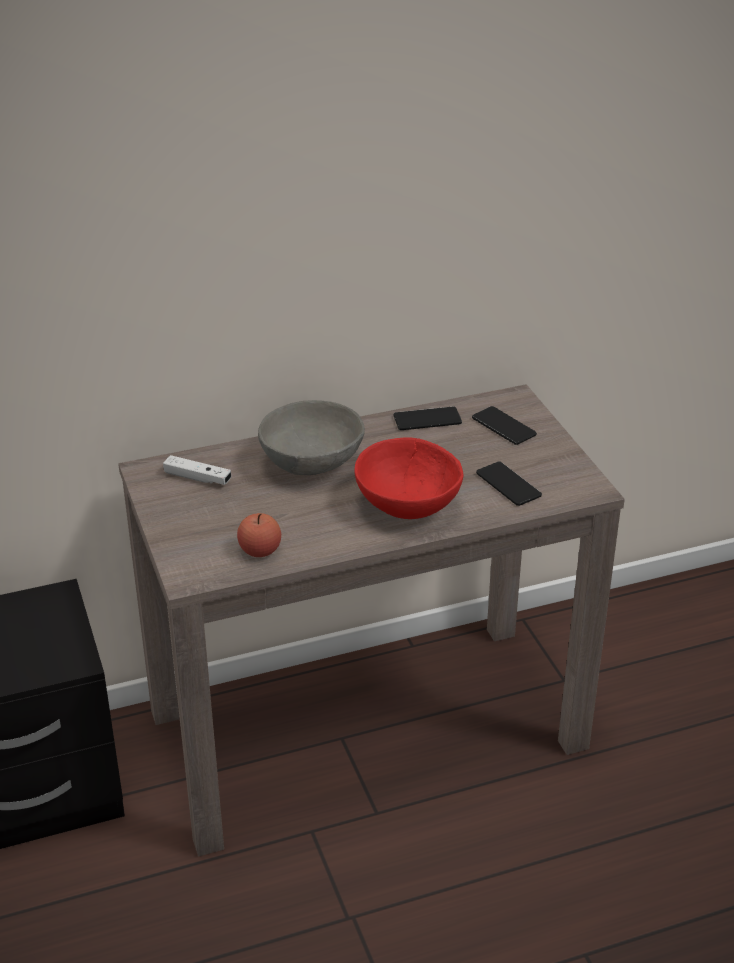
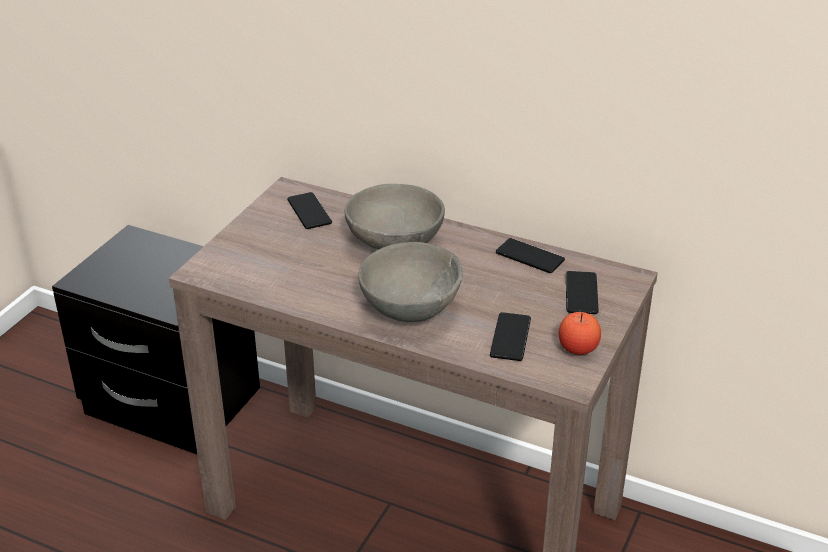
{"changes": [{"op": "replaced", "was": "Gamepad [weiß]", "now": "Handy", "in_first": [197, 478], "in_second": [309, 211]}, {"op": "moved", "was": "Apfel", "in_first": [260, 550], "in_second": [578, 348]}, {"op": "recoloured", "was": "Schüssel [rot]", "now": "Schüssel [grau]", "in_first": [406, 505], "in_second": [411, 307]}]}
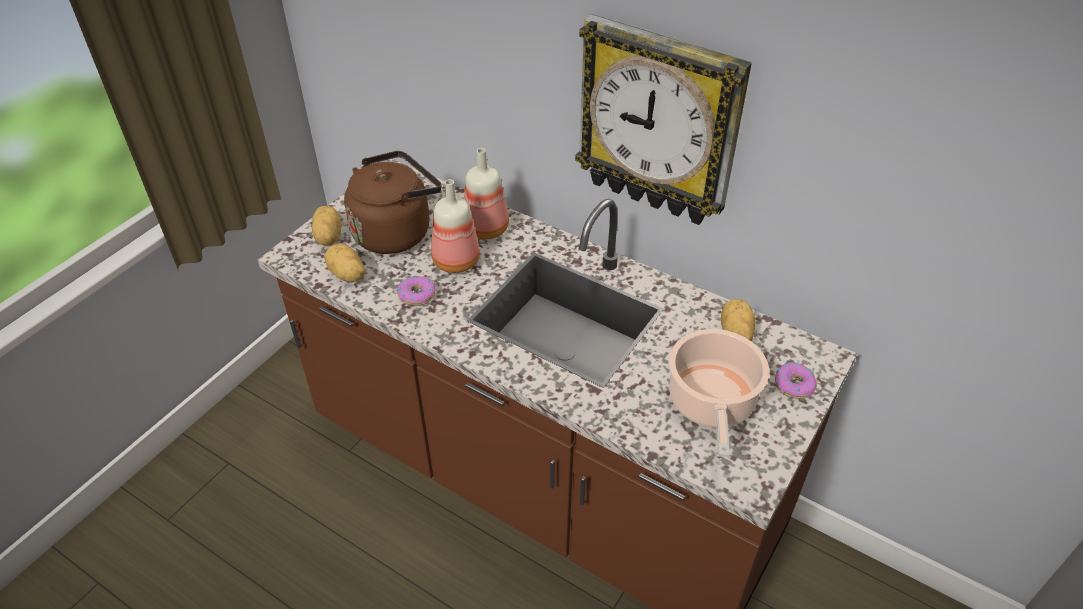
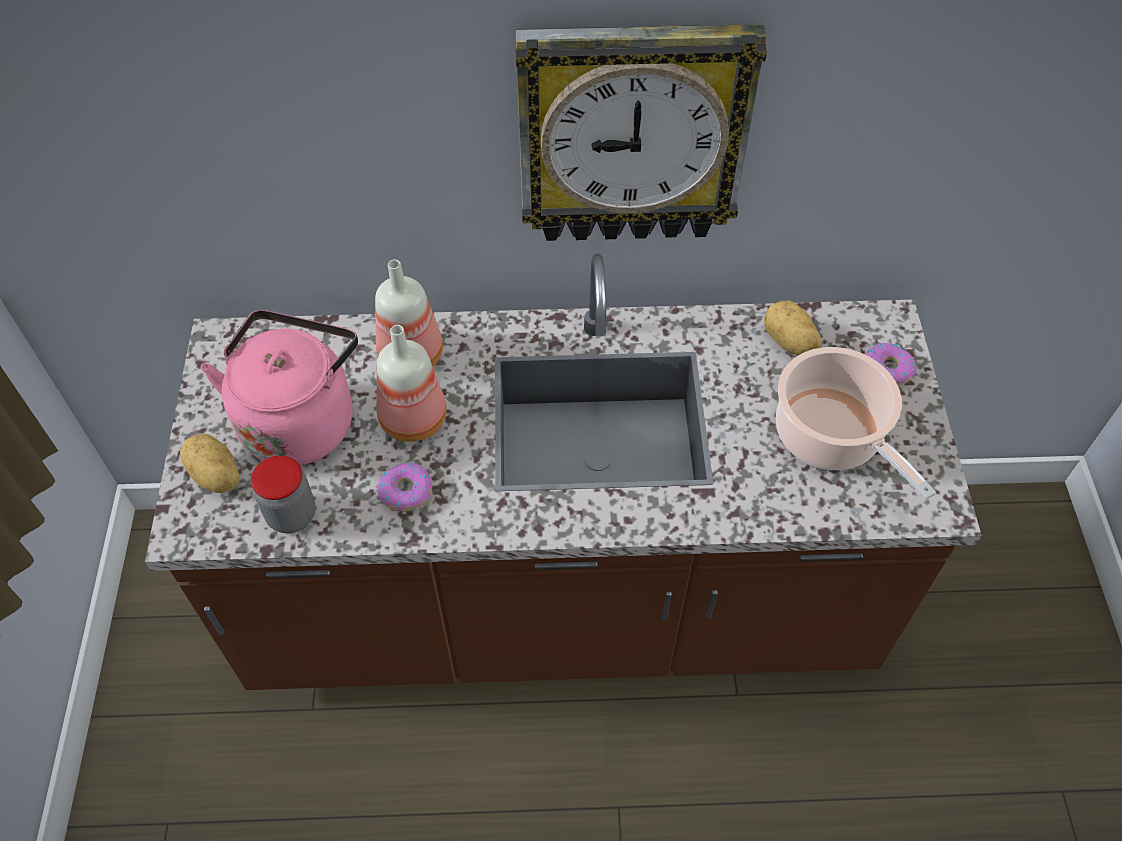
{"changes": [{"op": "replaced", "was": "Kartoffel", "now": "Vorratsglas", "in_first": [347, 275], "in_second": [291, 515]}, {"op": "recoloured", "was": "Wasserkessel [braun]", "now": "Wasserkessel [rosa]", "in_first": [396, 231], "in_second": [300, 419]}]}
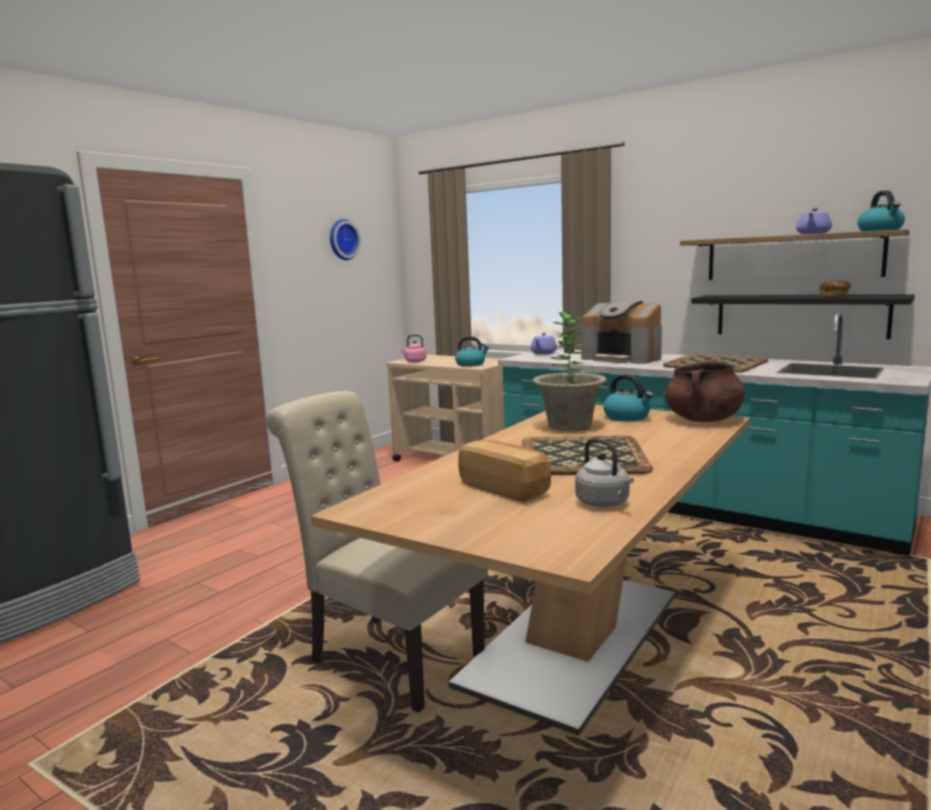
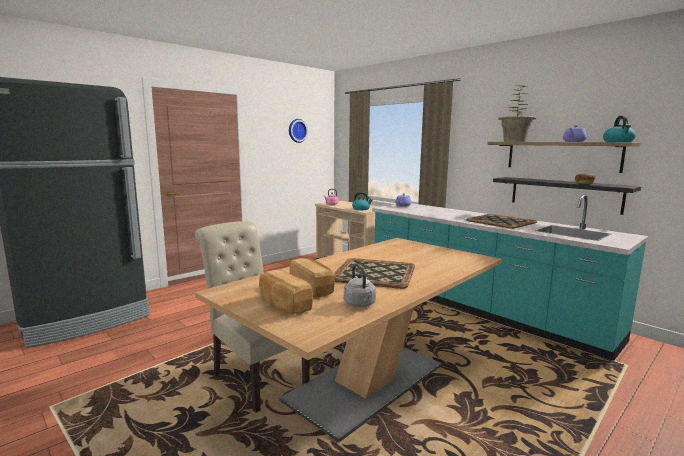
{"changes": [{"op": "moved", "was": "Topfpflanze", "in_first": [569, 426], "in_second": [514, 141]}, {"op": "removed", "was": "Kaffeemaschine", "in_first": [622, 358]}, {"op": "removed", "was": "Wasserkessel", "in_first": [627, 417]}, {"op": "removed", "was": "Kochtopf [braun]", "in_first": [703, 420]}, {"op": "added", "now": "Brot", "in_second": [283, 304]}]}
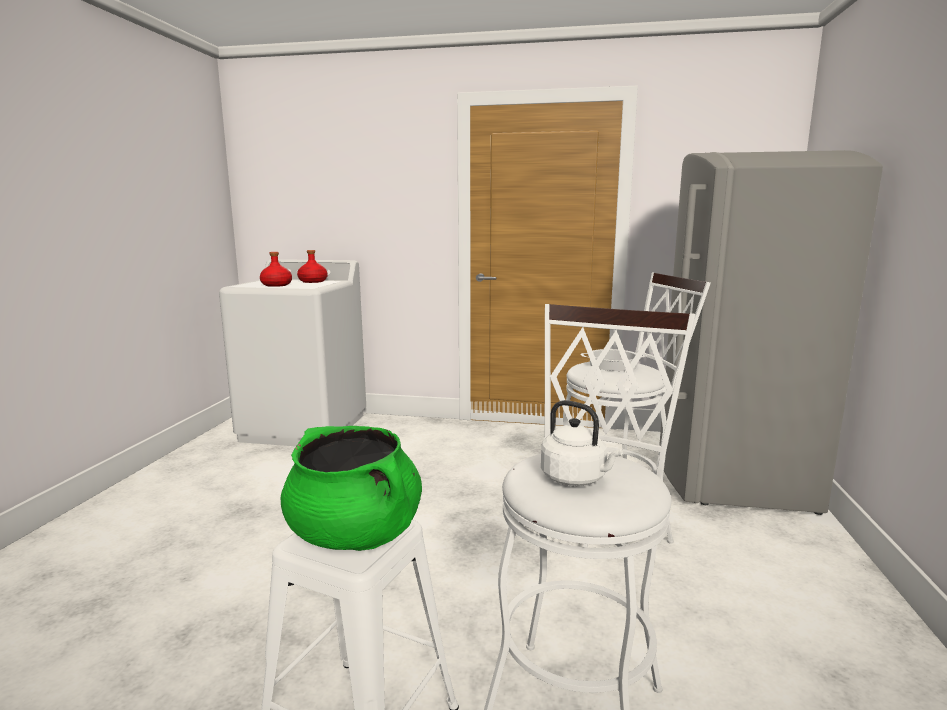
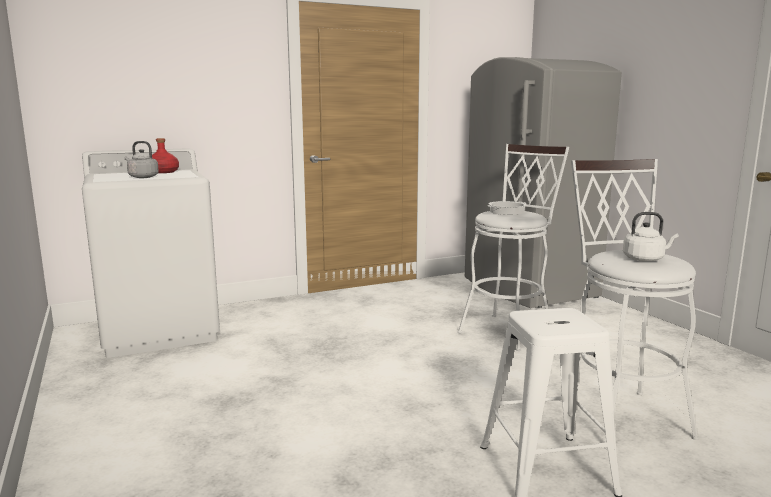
{"changes": [{"op": "replaced", "was": "Flasche [rot]", "now": "Wasserkessel [grau]", "in_first": [276, 285], "in_second": [142, 177]}, {"op": "removed", "was": "Kochtopf [grün]", "in_first": [356, 535]}]}
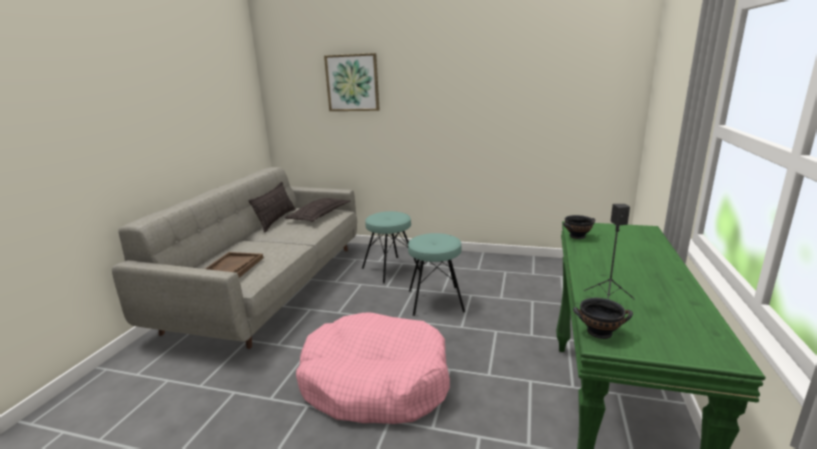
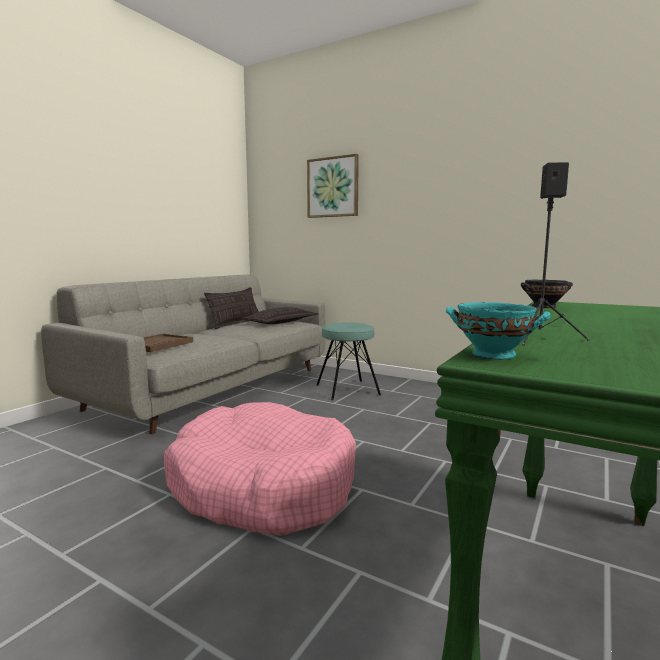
{"changes": [{"op": "removed", "was": "Hocker [türkis]", "in_first": [435, 301]}, {"op": "recoloured", "was": "Schüssel [schwarz]", "now": "Schüssel [türkis]", "in_first": [600, 332], "in_second": [494, 355]}]}
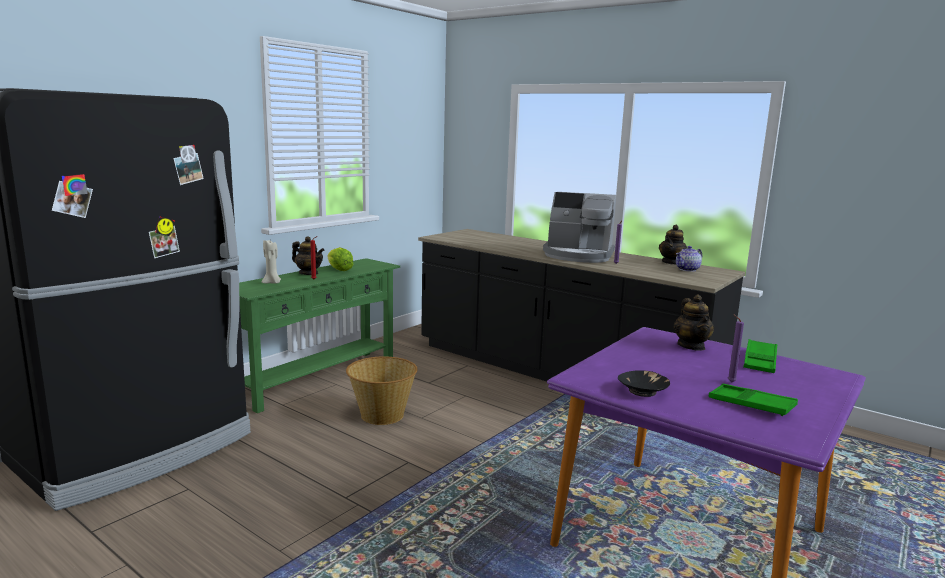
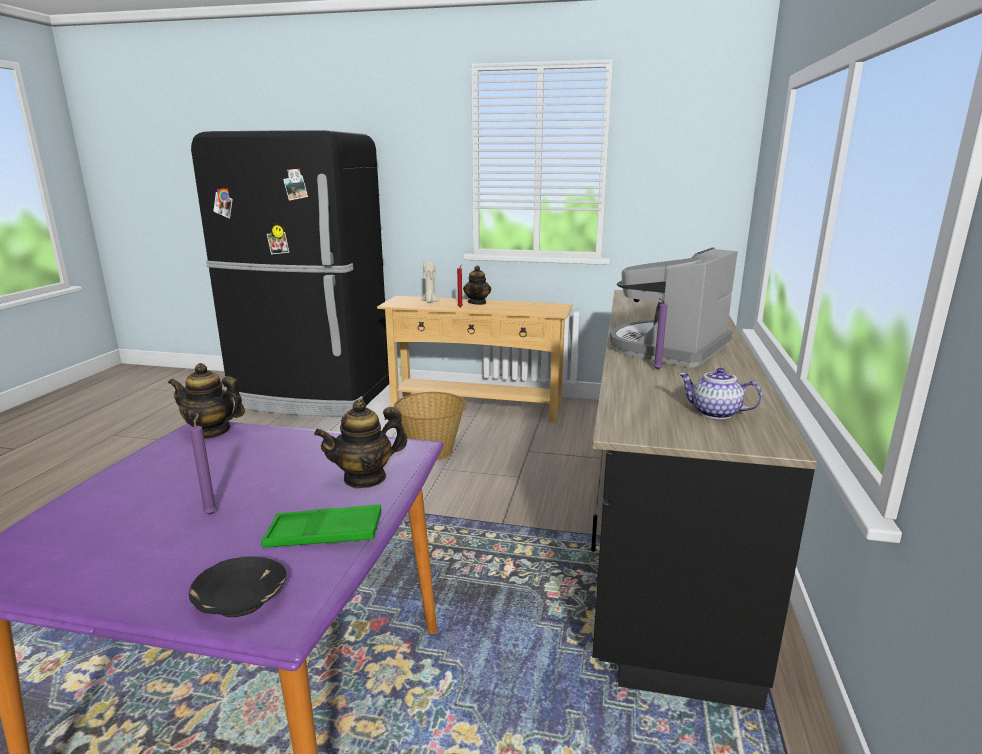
{"changes": [{"op": "recoloured", "was": "Konsolentisch [grün]", "now": "Konsolentisch [beige]", "in_first": [317, 379], "in_second": [476, 407]}, {"op": "removed", "was": "Salatkopf", "in_first": [339, 269]}, {"op": "turned", "was": "Kaffeemaschine", "in_first": [578, 255], "in_second": [668, 348], "clockwise": 45}, {"op": "moved", "was": "Schüssel [schwarz]", "in_first": [643, 391], "in_second": [241, 601]}, {"op": "moved", "was": "Teekanne", "in_first": [672, 262], "in_second": [211, 431]}, {"op": "removed", "was": "Tablett [grün]", "in_first": [751, 405]}]}
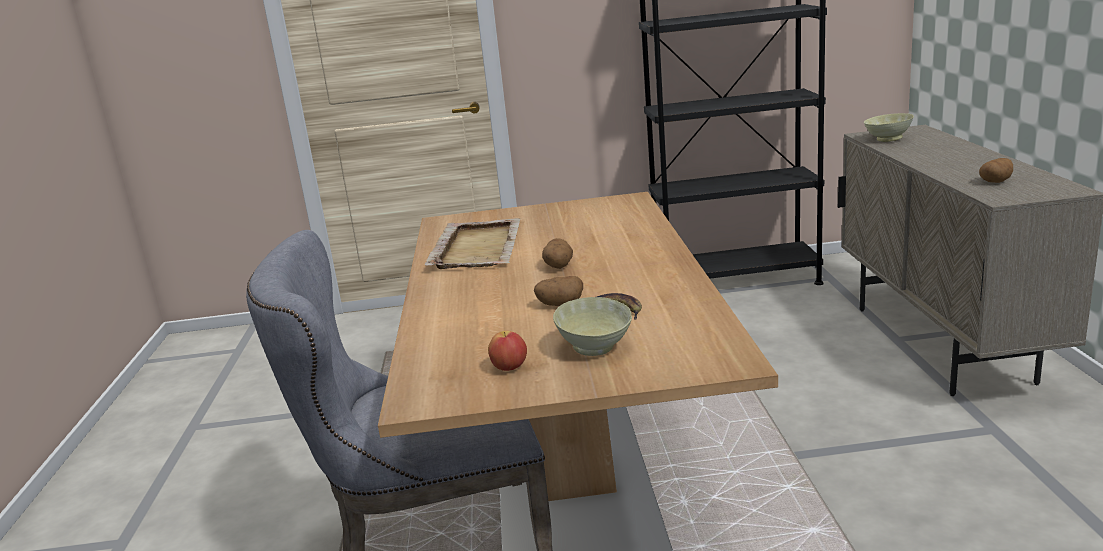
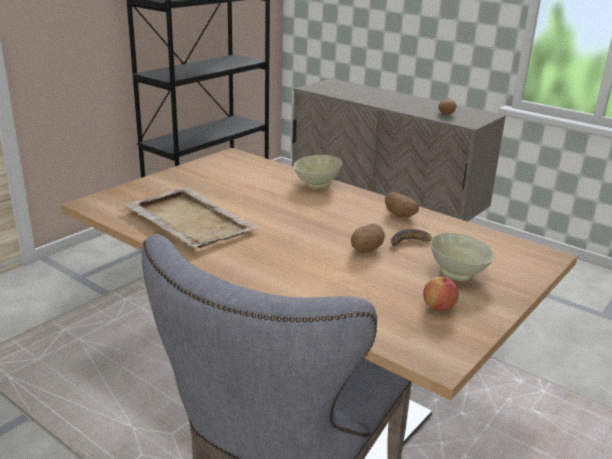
{"changes": [{"op": "moved", "was": "Kartoffel", "in_first": [558, 266], "in_second": [400, 215]}, {"op": "moved", "was": "Schüssel [beige]", "in_first": [887, 139], "in_second": [316, 184]}]}
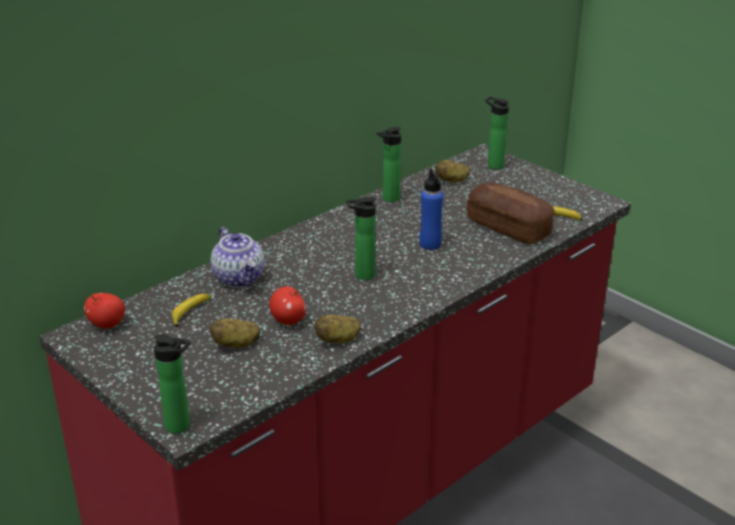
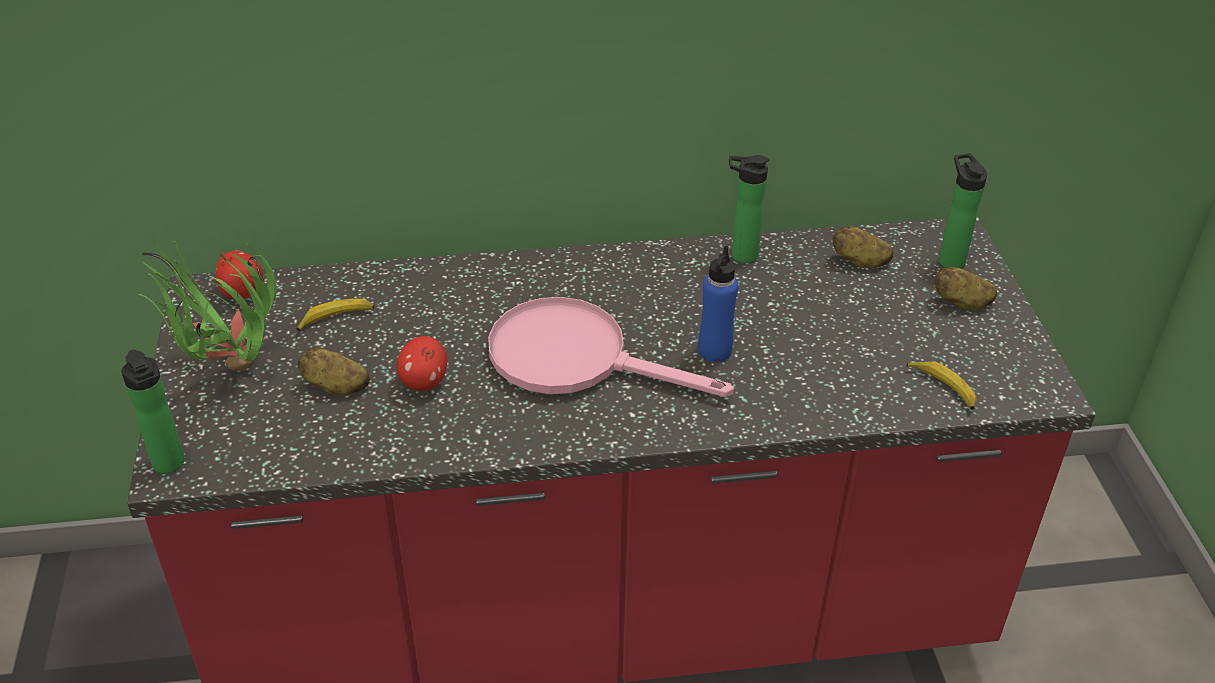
{"changes": [{"op": "removed", "was": "Teekanne", "in_first": [240, 278]}, {"op": "moved", "was": "Kartoffel", "in_first": [338, 340], "in_second": [961, 302]}, {"op": "replaced", "was": "Flasche", "now": "Pfanne [rosa]", "in_first": [361, 275], "in_second": [577, 358]}, {"op": "removed", "was": "Brot", "in_first": [508, 227]}, {"op": "added", "now": "Topfpflanze", "in_second": [227, 374]}]}
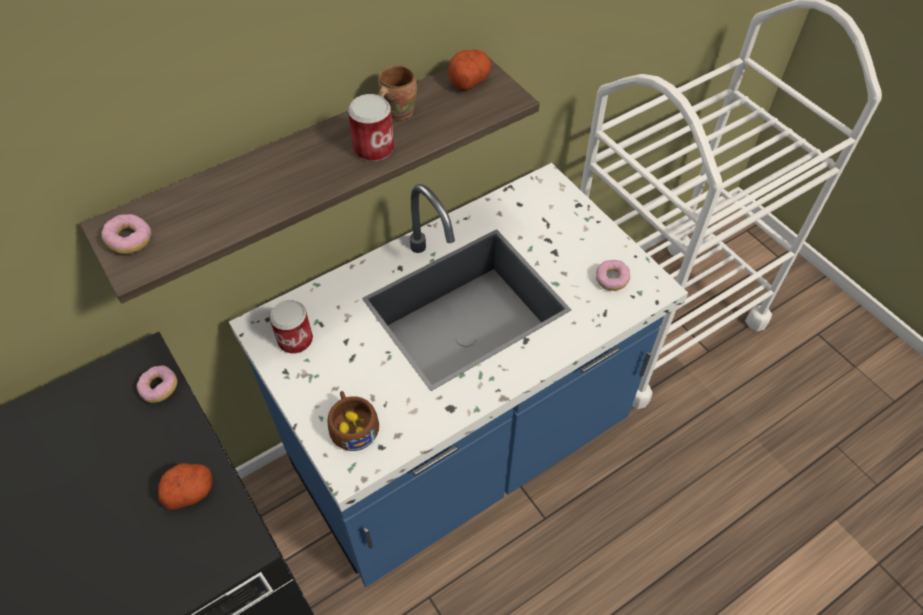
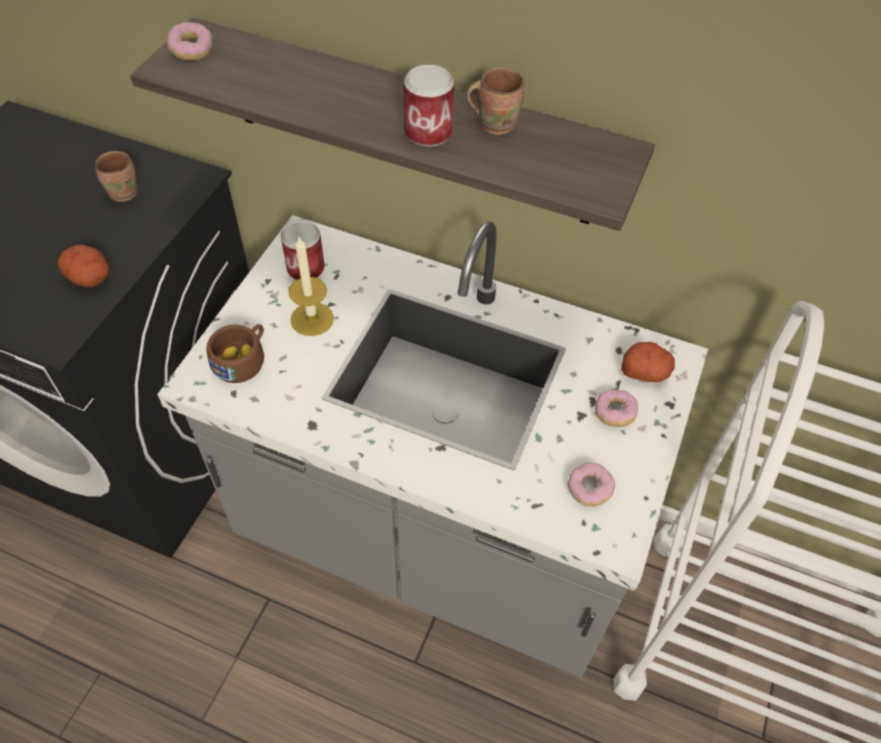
{"changes": [{"op": "moved", "was": "Donut", "in_first": [160, 388], "in_second": [614, 413]}, {"op": "recoloured", "was": "Küchenzeile [blau]", "now": "Küchenzeile [grau]", "in_first": [461, 450], "in_second": [434, 538]}, {"op": "moved", "was": "Kartoffel", "in_first": [469, 80], "in_second": [645, 371]}, {"op": "added", "now": "Henkelbecher [braun]", "in_second": [125, 191]}, {"op": "added", "now": "Kerze", "in_second": [312, 319]}]}
